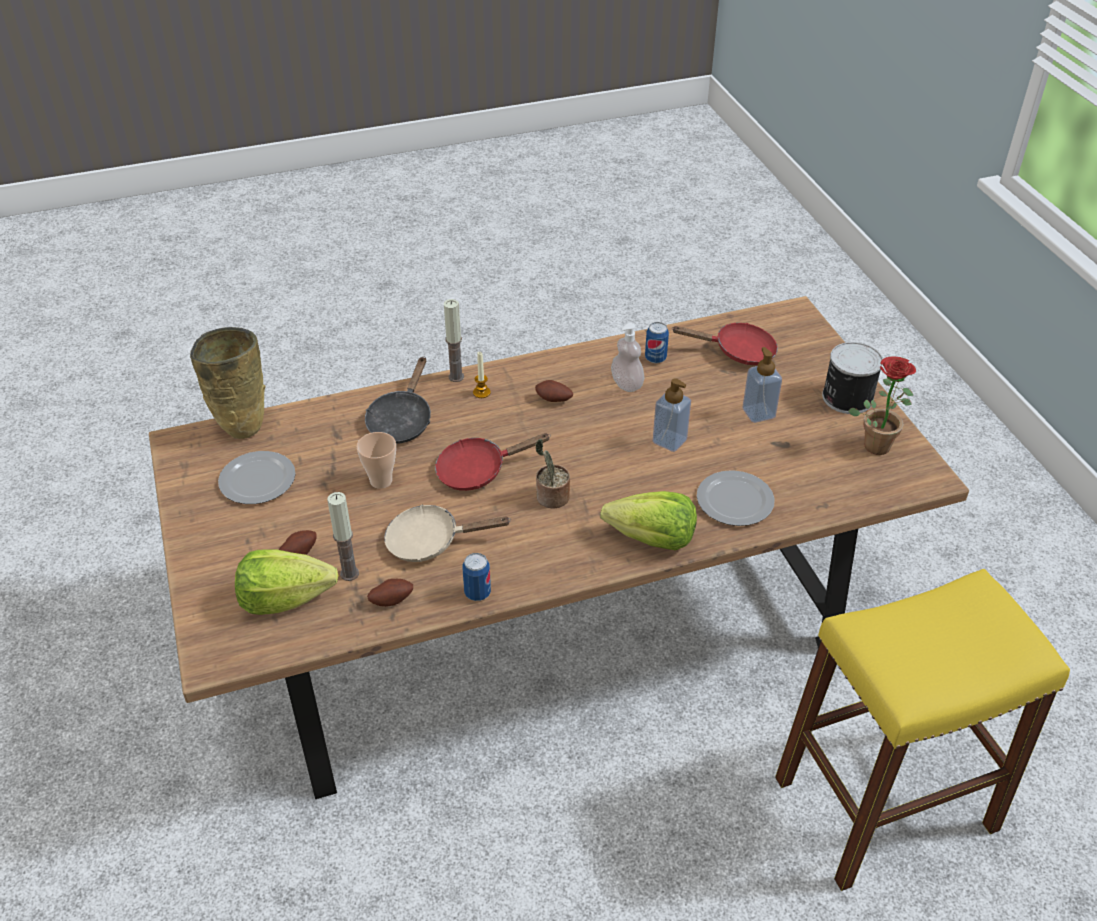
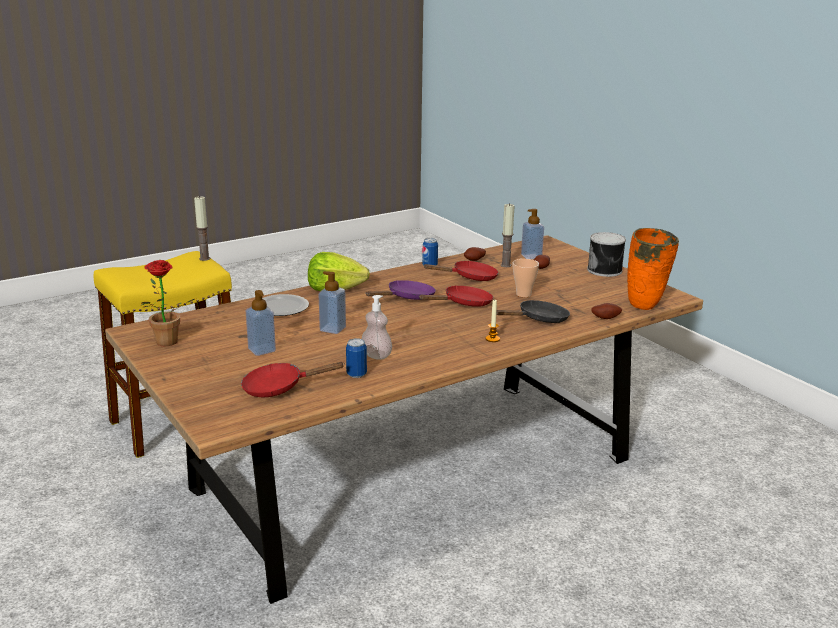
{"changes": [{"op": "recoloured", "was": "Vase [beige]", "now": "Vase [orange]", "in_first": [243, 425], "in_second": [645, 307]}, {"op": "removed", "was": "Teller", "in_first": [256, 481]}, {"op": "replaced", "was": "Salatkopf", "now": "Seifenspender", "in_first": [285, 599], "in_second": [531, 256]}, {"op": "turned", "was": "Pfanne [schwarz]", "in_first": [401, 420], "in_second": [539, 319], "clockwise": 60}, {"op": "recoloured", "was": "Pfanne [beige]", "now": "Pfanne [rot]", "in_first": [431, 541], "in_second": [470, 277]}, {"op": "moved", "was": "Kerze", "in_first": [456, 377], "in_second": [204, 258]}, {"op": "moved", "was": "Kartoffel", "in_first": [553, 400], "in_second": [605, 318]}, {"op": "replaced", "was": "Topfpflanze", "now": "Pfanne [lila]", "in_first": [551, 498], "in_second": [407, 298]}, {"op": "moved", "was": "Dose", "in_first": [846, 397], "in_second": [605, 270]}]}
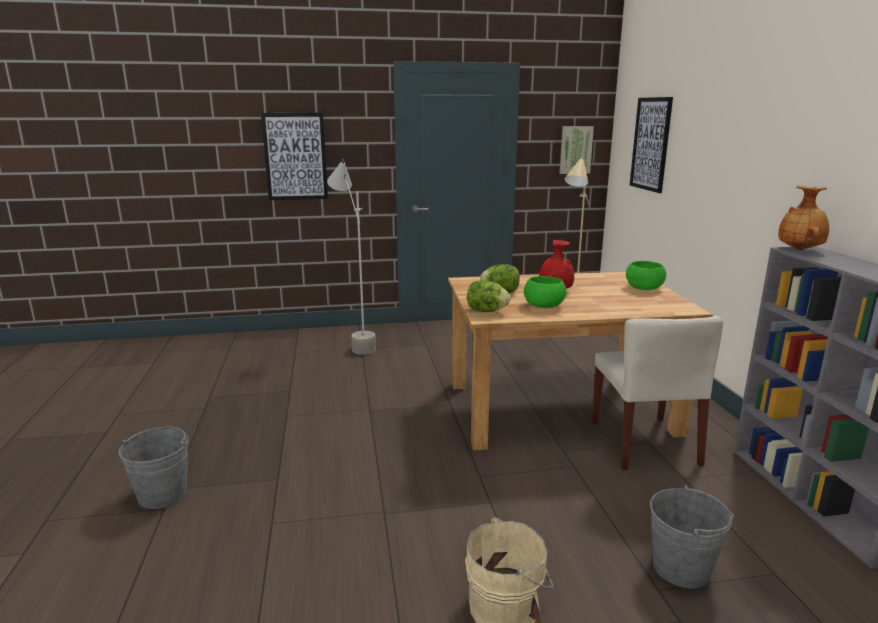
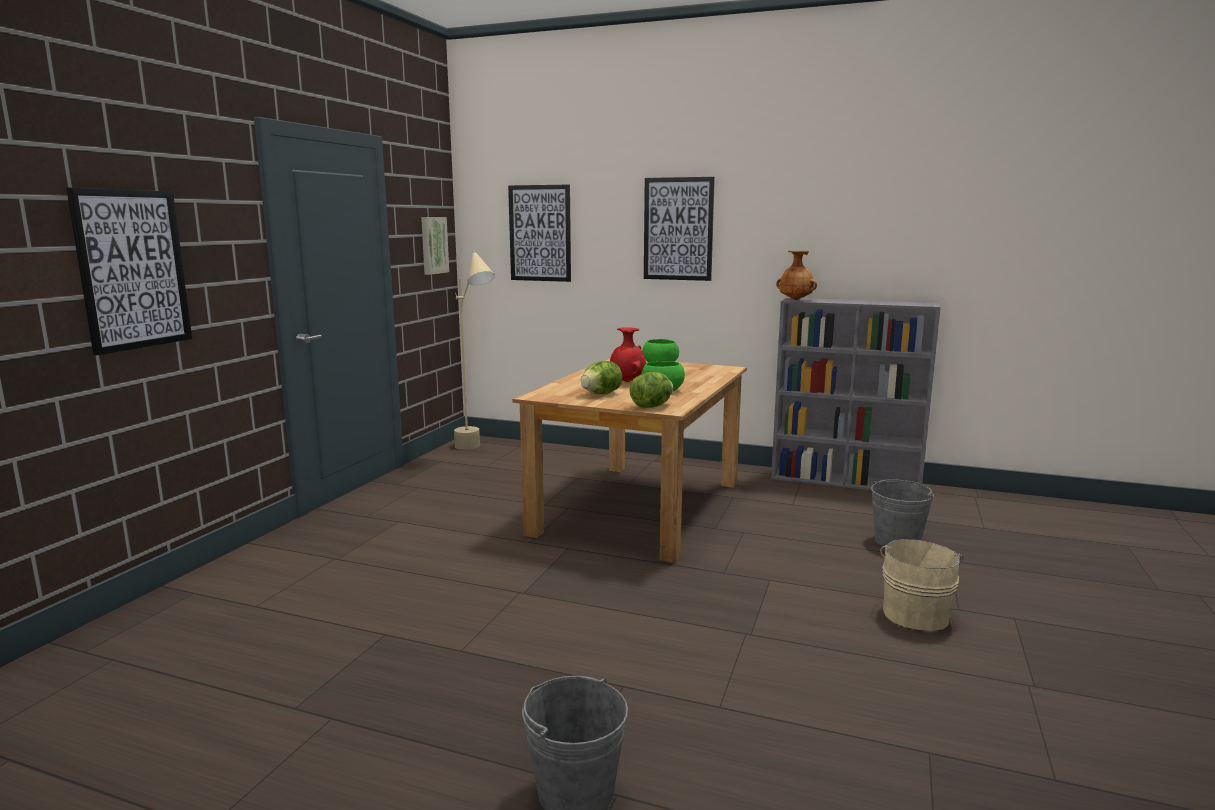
{"changes": [{"op": "removed", "was": "Stehlampe [grau]", "in_first": [356, 343]}, {"op": "removed", "was": "Stuhl [beige]", "in_first": [644, 443]}, {"op": "added", "now": "Bild", "in_second": [678, 229]}]}
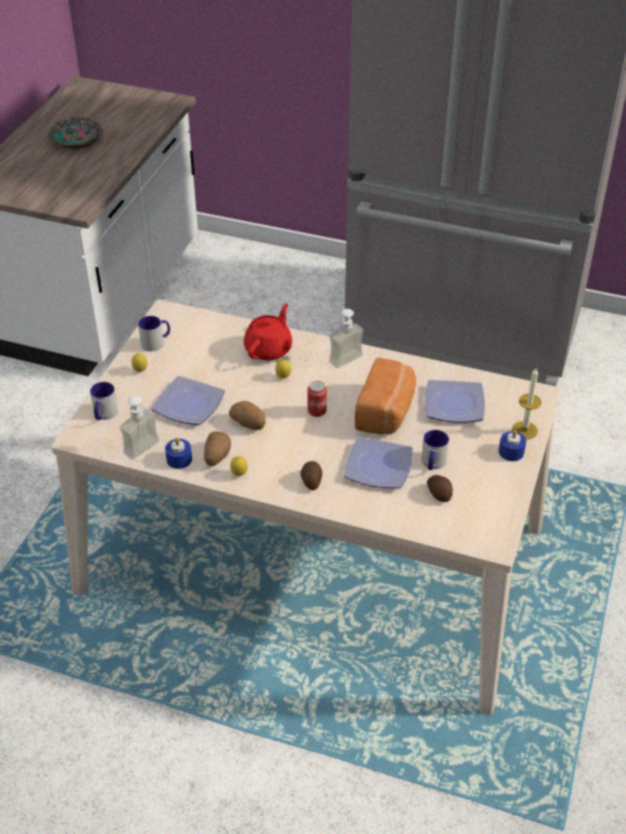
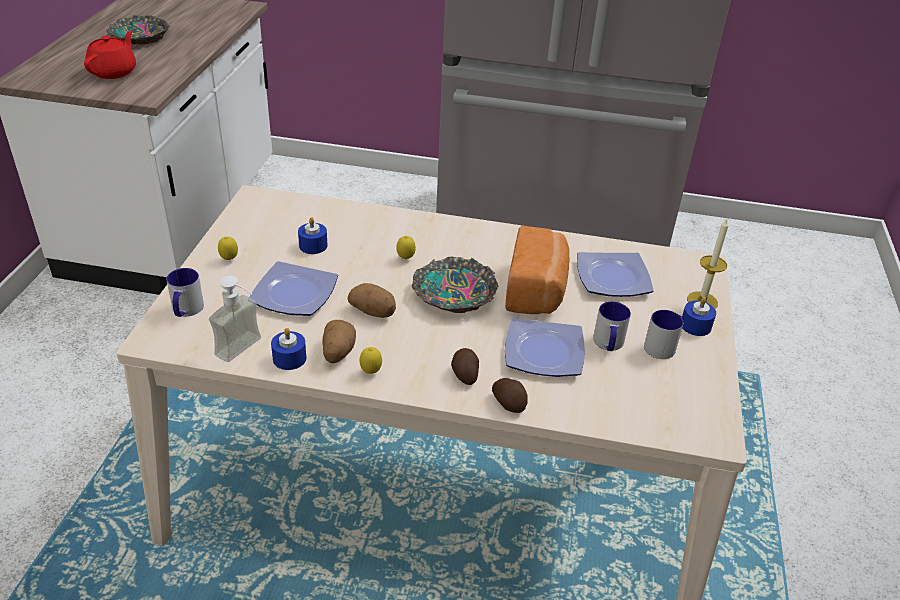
{"changes": [{"op": "moved", "was": "Henkelbecher", "in_first": [156, 342], "in_second": [663, 346]}, {"op": "moved", "was": "Teekanne [rot]", "in_first": [269, 349], "in_second": [114, 72]}, {"op": "replaced", "was": "Dose", "now": "Schüssel", "in_first": [317, 411], "in_second": [453, 293]}, {"op": "removed", "was": "Seifenspender", "in_first": [341, 355]}, {"op": "moved", "was": "Kartoffel", "in_first": [439, 493], "in_second": [509, 402]}, {"op": "added", "now": "Kerze [blau]", "in_second": [313, 246]}]}
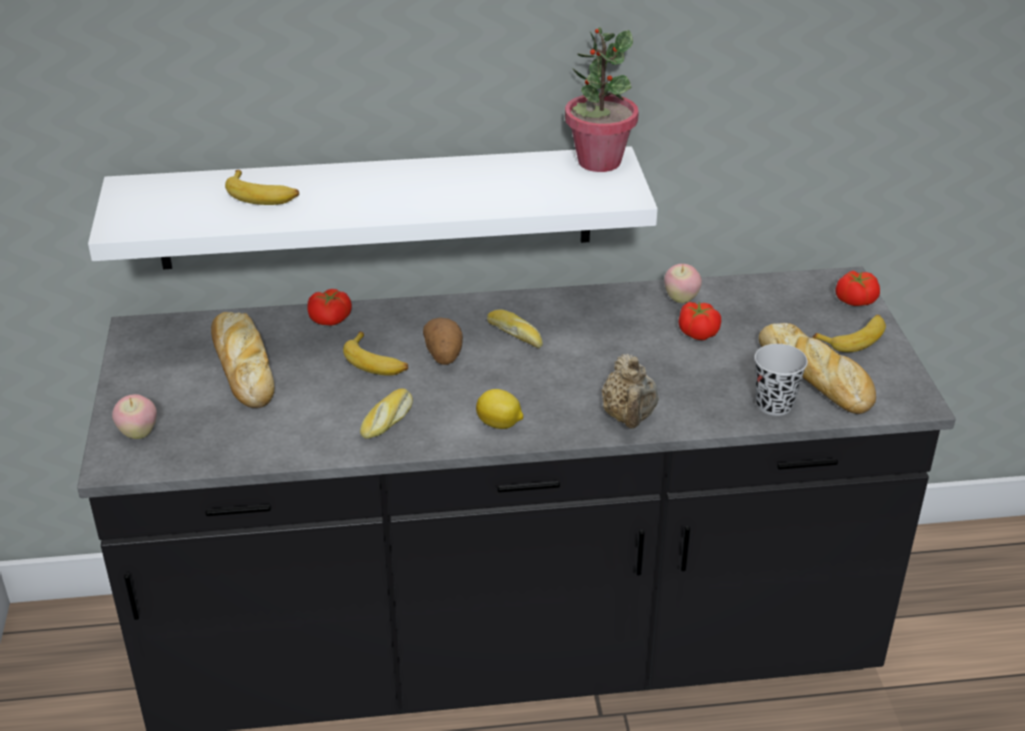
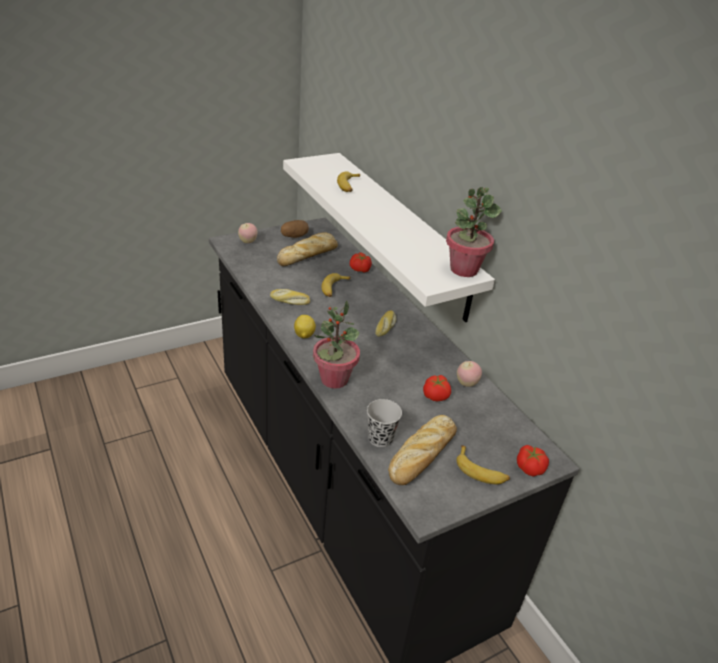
{"changes": [{"op": "moved", "was": "Kartoffel", "in_first": [444, 355], "in_second": [294, 236]}, {"op": "replaced", "was": "Teekanne [beige]", "now": "Topfpflanze", "in_first": [629, 418], "in_second": [334, 379]}]}
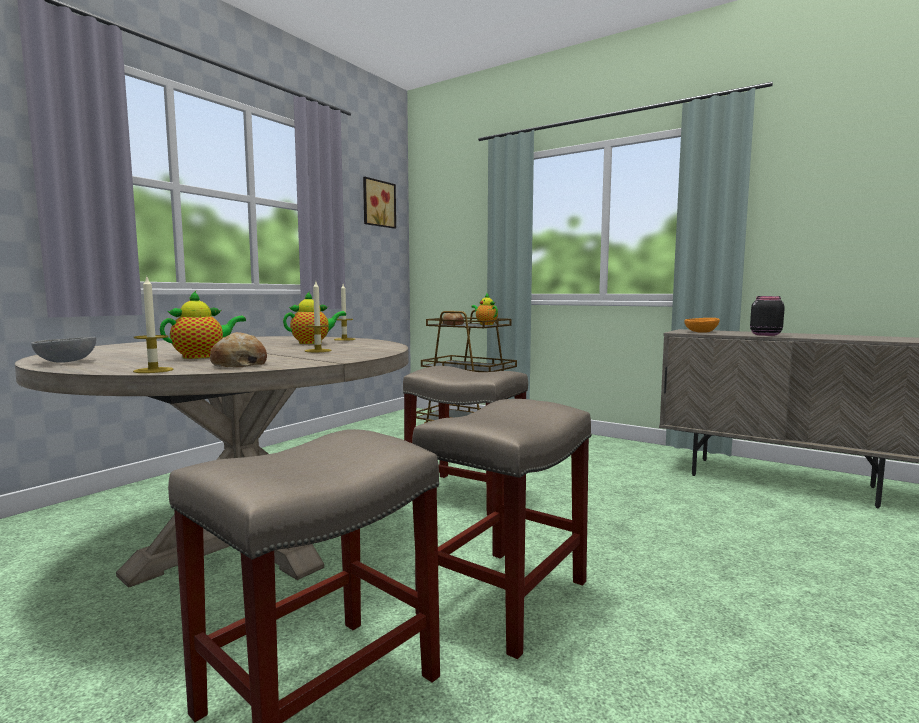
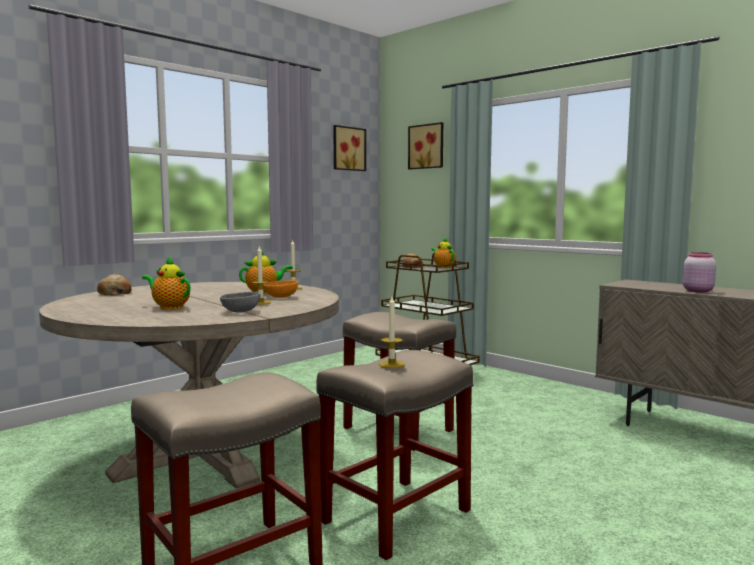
{"changes": [{"op": "moved", "was": "Schüssel [grau]", "in_first": [65, 361], "in_second": [240, 311]}, {"op": "moved", "was": "Kerze", "in_first": [153, 370], "in_second": [391, 364]}, {"op": "turned", "was": "Teekanne", "in_first": [202, 356], "in_second": [169, 307], "clockwise": -120}, {"op": "moved", "was": "Brot", "in_first": [238, 364], "in_second": [114, 293]}, {"op": "moved", "was": "Schüssel [orange]", "in_first": [701, 332], "in_second": [280, 297]}, {"op": "recoloured", "was": "Vorratsglas [schwarz]", "now": "Vorratsglas [rosa]", "in_first": [764, 335], "in_second": [697, 291]}, {"op": "added", "now": "Bild", "in_second": [427, 146]}]}
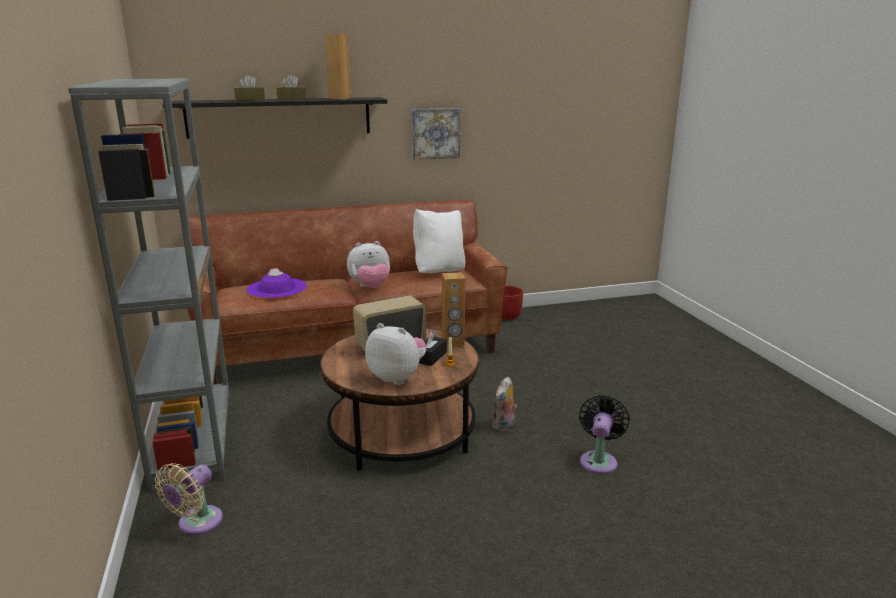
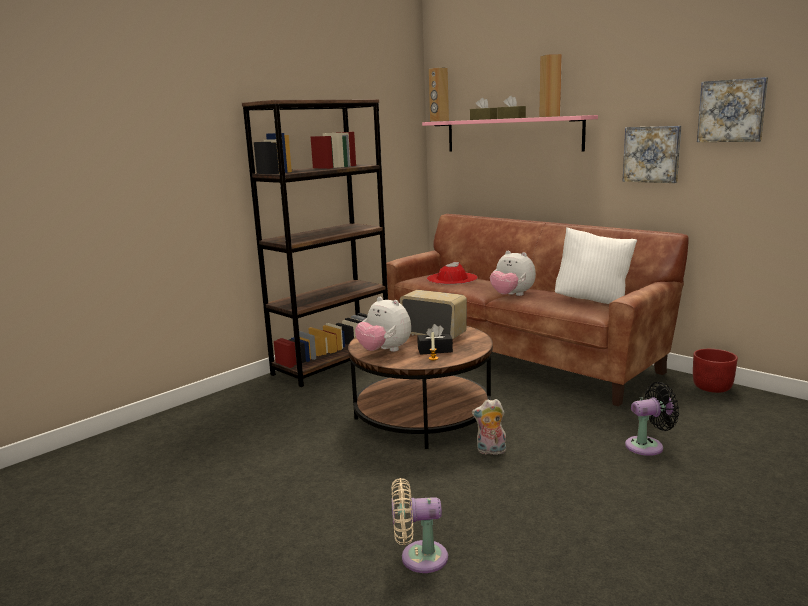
{"changes": [{"op": "recoloured", "was": "Bücherregal [grau]", "now": "Bücherregal [braun]", "in_first": [193, 439], "in_second": [333, 363]}, {"op": "moved", "was": "Ventilator [beige]", "in_first": [196, 524], "in_second": [419, 557]}, {"op": "recoloured", "was": "Wandregal [schwarz]", "now": "Wandregal [rosa]", "in_first": [279, 117], "in_second": [511, 135]}, {"op": "recoloured", "was": "Hut [lila]", "now": "Hut [rot]", "in_first": [277, 288], "in_second": [452, 278]}, {"op": "turned", "was": "Plüschtier", "in_first": [397, 377], "in_second": [384, 351], "clockwise": 135}, {"op": "moved", "was": "Lautsprecher [braun]", "in_first": [453, 343], "in_second": [439, 121]}, {"op": "moved", "was": "Ventilator [schwarz]", "in_first": [599, 460], "in_second": [648, 446]}, {"op": "added", "now": "Bild", "in_second": [732, 111]}]}
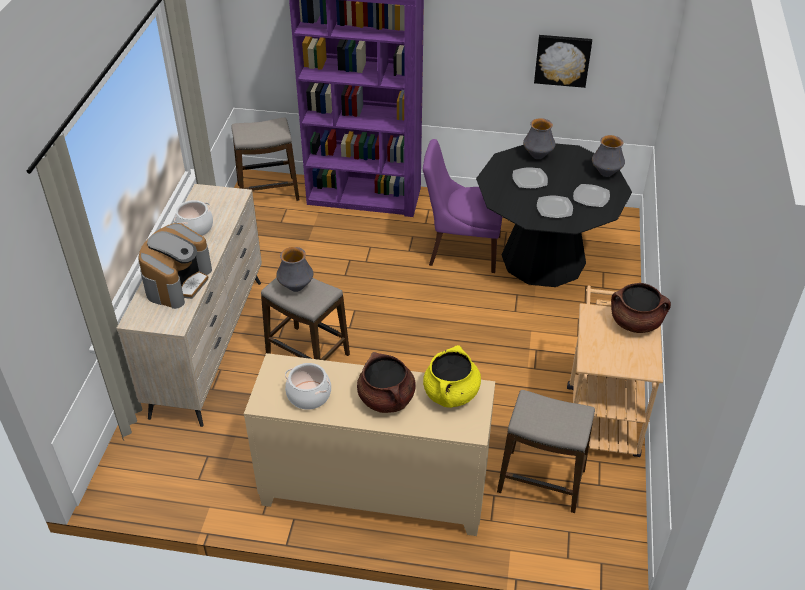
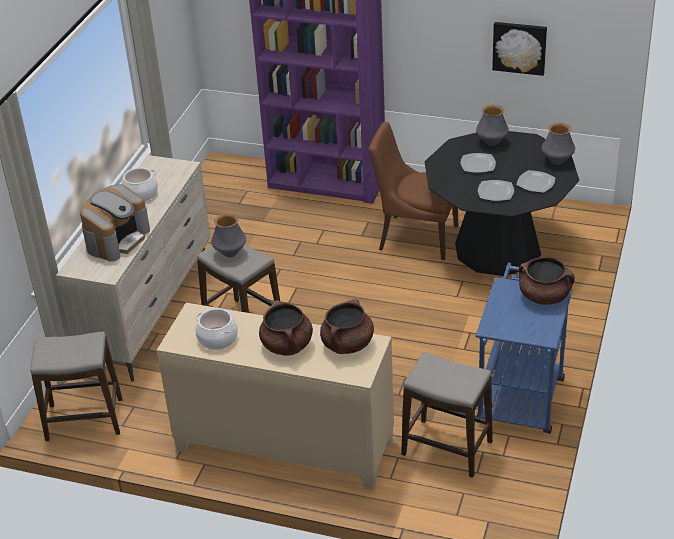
{"changes": [{"op": "moved", "was": "Hocker", "in_first": [268, 192], "in_second": [84, 419]}, {"op": "recoloured", "was": "Stuhl [lila]", "now": "Stuhl [braun]", "in_first": [461, 250], "in_second": [415, 237]}, {"op": "recoloured", "was": "Kochtopf [gelb]", "now": "Kochtopf [braun]", "in_first": [451, 394], "in_second": [347, 344]}, {"op": "recoloured", "was": "Rollwagen [beige]", "now": "Rollwagen [blau]", "in_first": [602, 413], "in_second": [522, 392]}]}
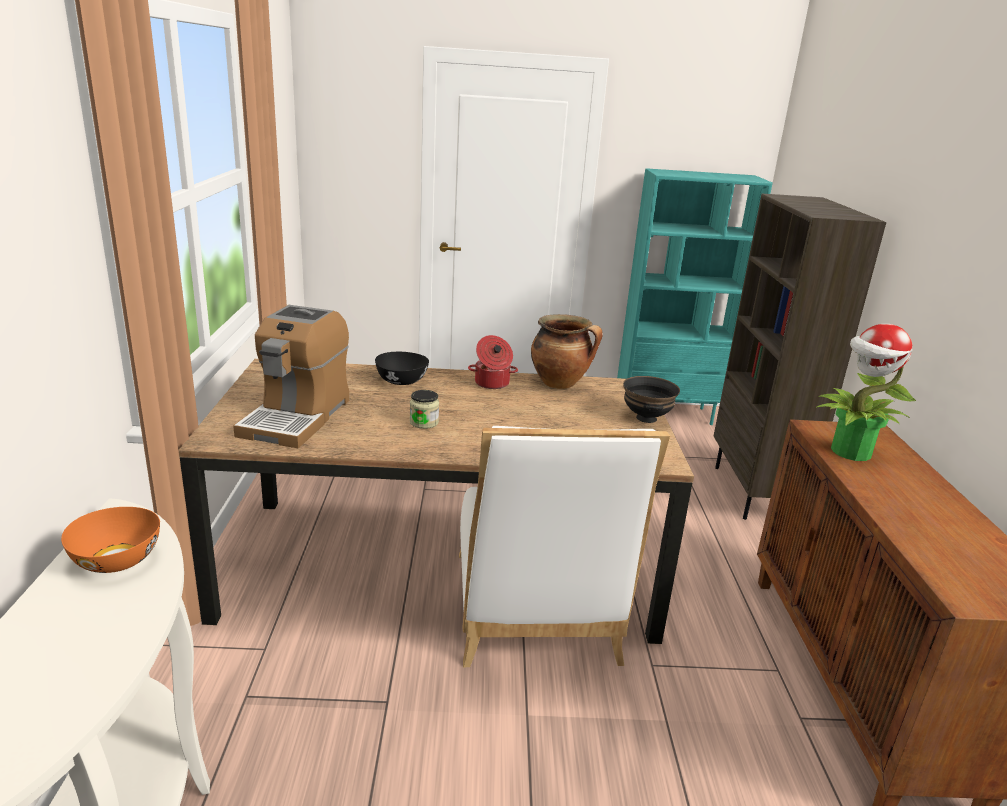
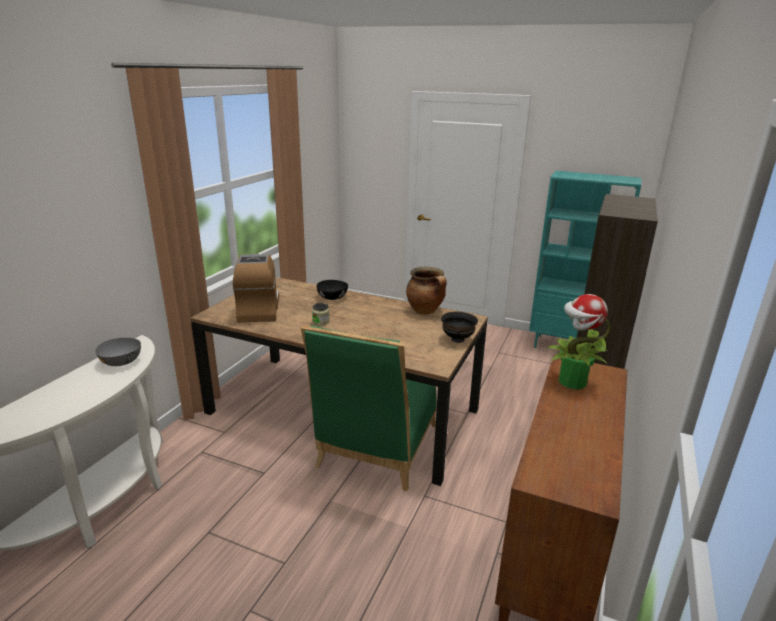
{"changes": [{"op": "recoloured", "was": "Schüssel [orange]", "now": "Schüssel [grau]", "in_first": [118, 559], "in_second": [122, 362]}, {"op": "turned", "was": "Kaffeemaschine", "in_first": [297, 417], "in_second": [259, 309], "clockwise": 135}, {"op": "recoloured", "was": "Stuhl [weiß]", "now": "Stuhl [grün]", "in_first": [535, 615], "in_second": [375, 450]}, {"op": "removed", "was": "Kochtopf", "in_first": [492, 383]}]}
